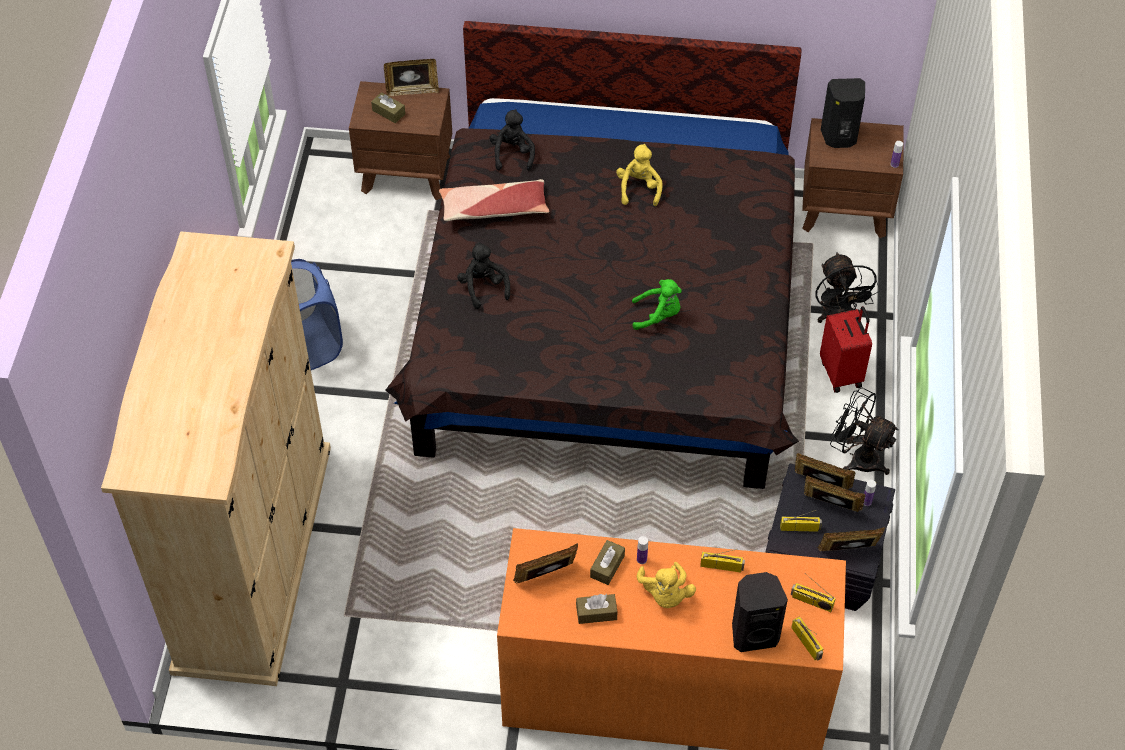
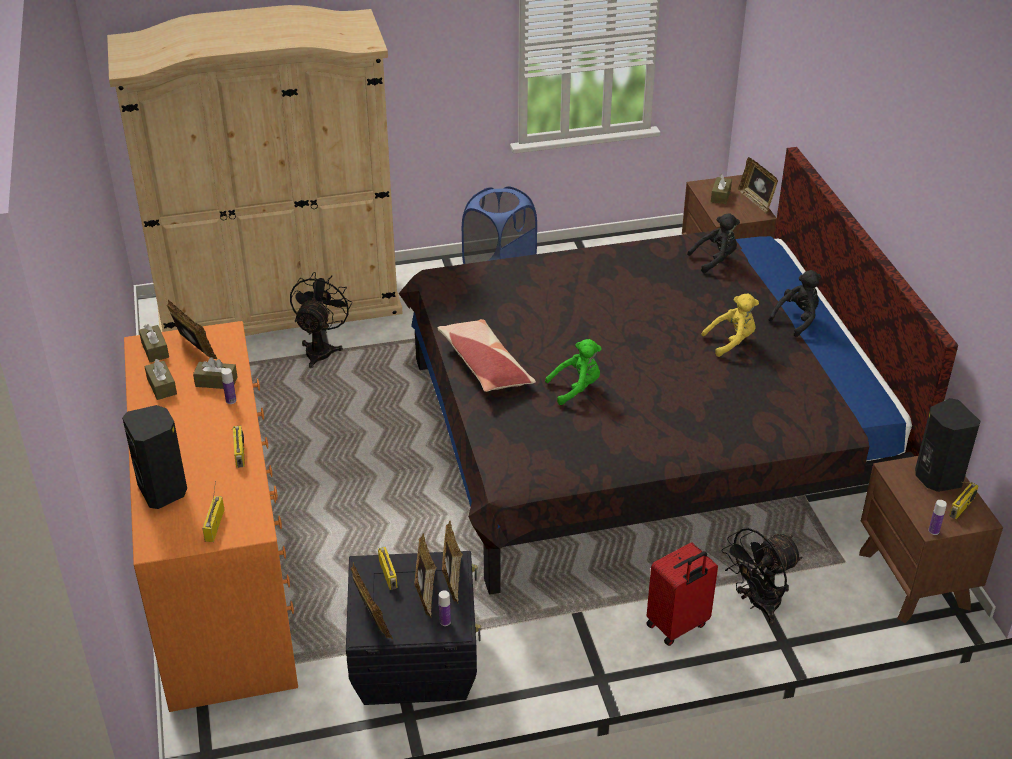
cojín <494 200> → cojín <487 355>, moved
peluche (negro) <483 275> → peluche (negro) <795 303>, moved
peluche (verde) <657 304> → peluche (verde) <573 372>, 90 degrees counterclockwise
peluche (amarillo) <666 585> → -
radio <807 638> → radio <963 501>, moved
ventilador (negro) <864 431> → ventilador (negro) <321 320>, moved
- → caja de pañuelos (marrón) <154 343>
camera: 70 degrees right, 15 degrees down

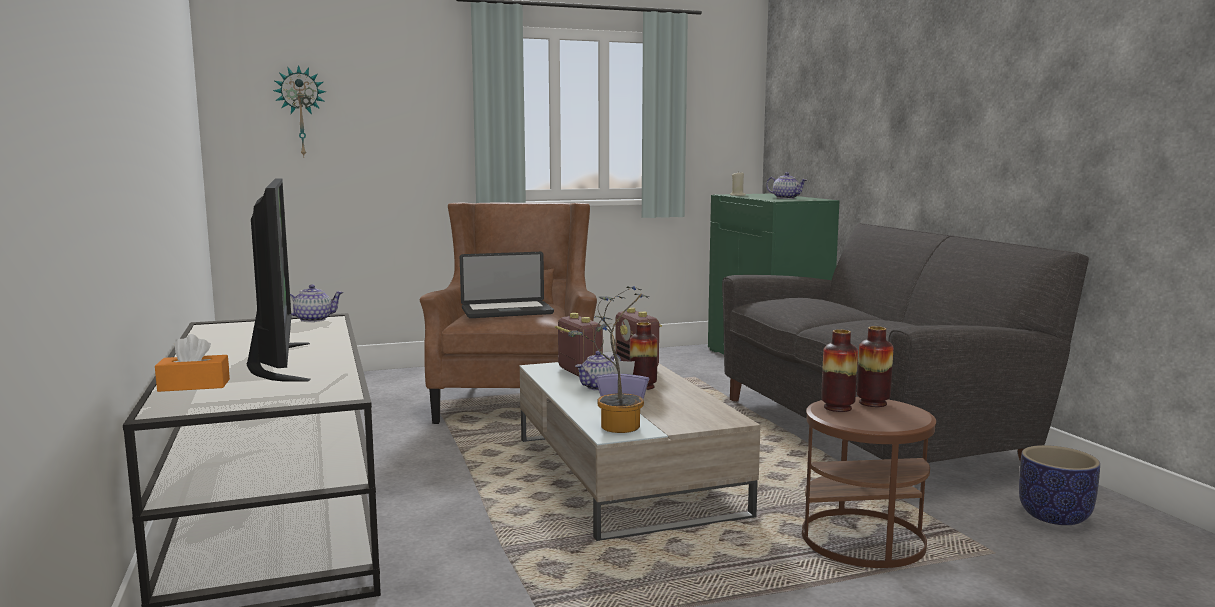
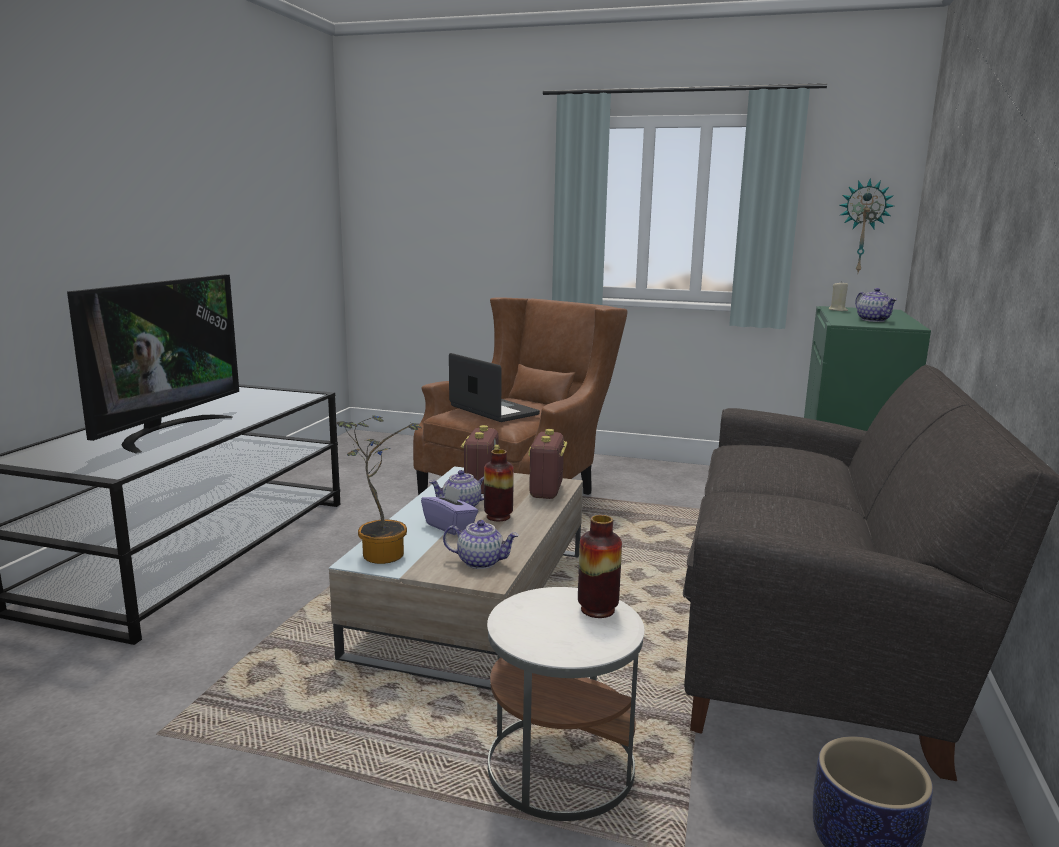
caja de pañuelos (naranja) <192 363> → -
reloj de pared <299 111> → reloj de pared <866 225>, moved
tetera <317 303> → tetera <481 544>, moved
portátil <507 285> → portátil <494 387>, 150 degrees counterclockwise
mesa auxiliar (marrón) <869 482> → mesa auxiliar (blanco) <565 704>
florero <839 371> → -
camera: 35 degrees right, 5 degrees up

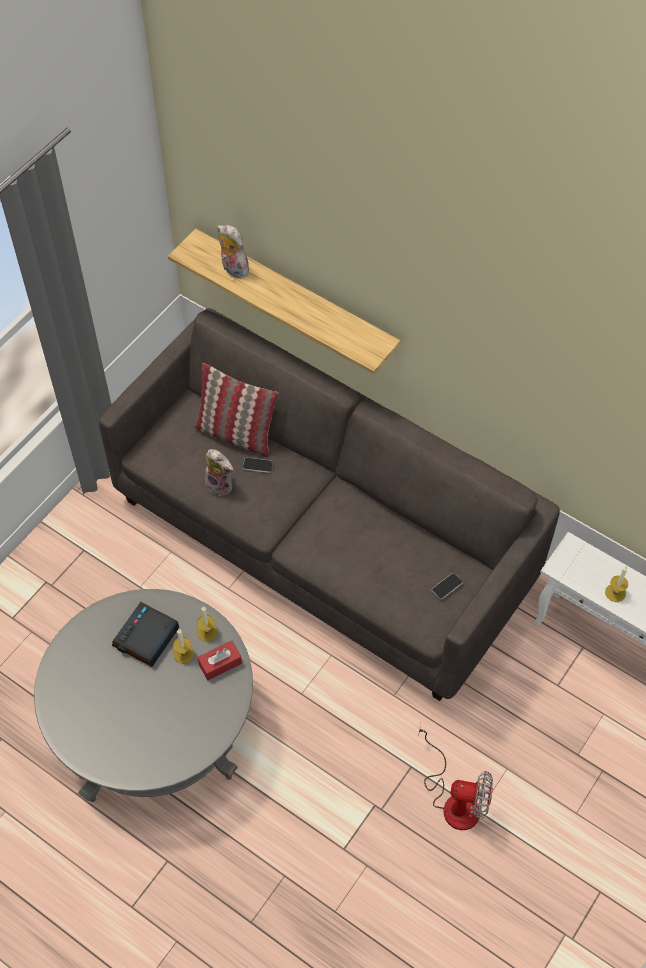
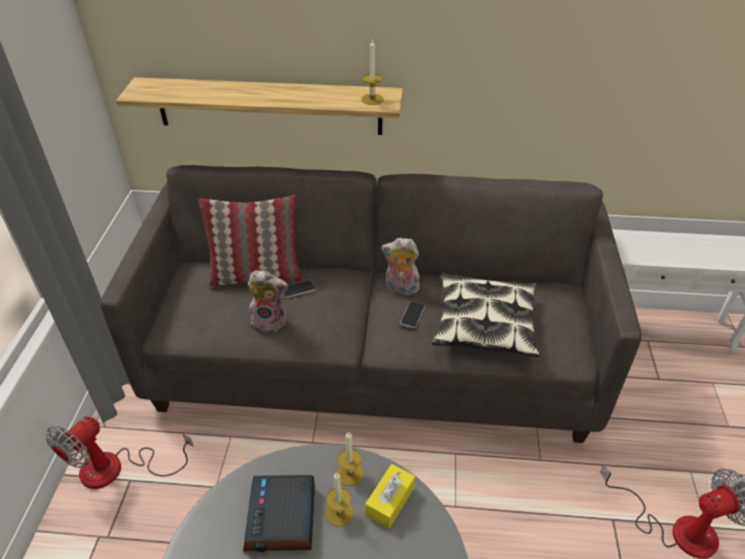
caja de pañuelos (rojo) <219 660> → caja de pañuelos (amarillo) <390 496>
peluche <233 252> → peluche <400 266>, moved
móvil <447 586> → móvil <412 314>, moved
vela <616 584> → vela <372 72>, moved
- → ventilador <119 452>
- → cojín <485 315>
camera: 30 degrees left, 15 degrees down

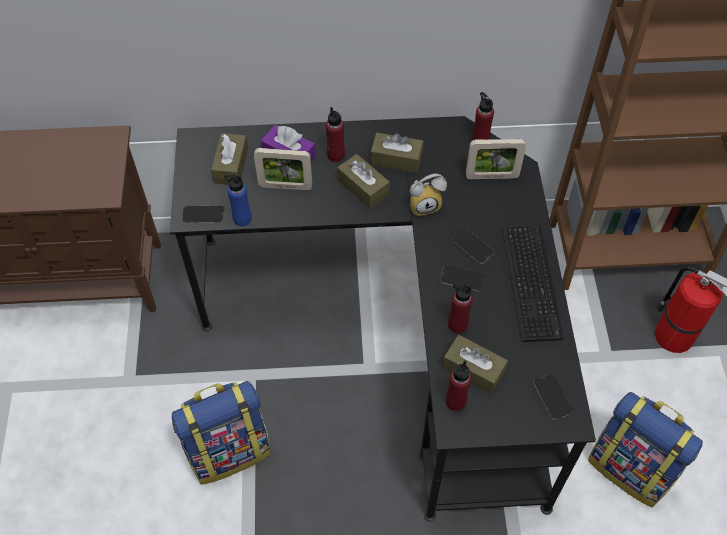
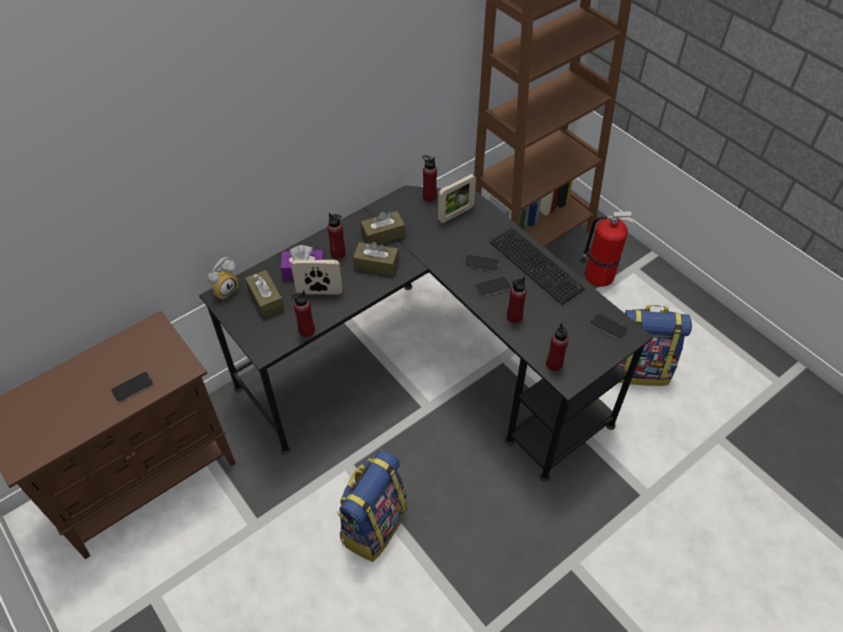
móvil <203 214> → móvil <132 387>, moved
botella (azul) <238 200> → botella (rojo) <303 313>
portarretratos <283 169> → portarretratos <317 277>, 150 degrees counterclockwise
despertador <428 195> → despertador <223 278>, moved
caja de pañuelos (marrón) <475 364> → -
camera: 35 degrees left, 5 degrees down

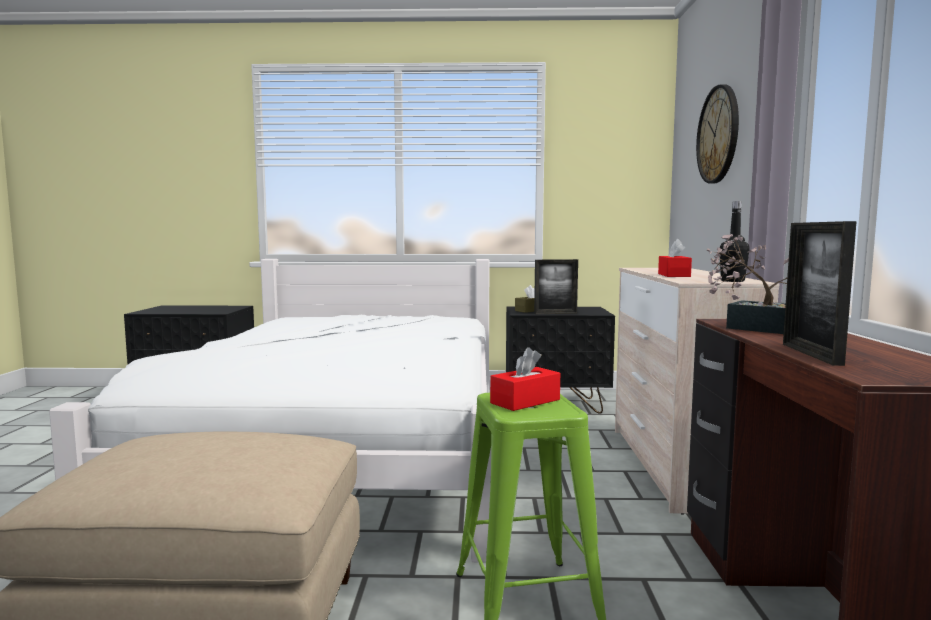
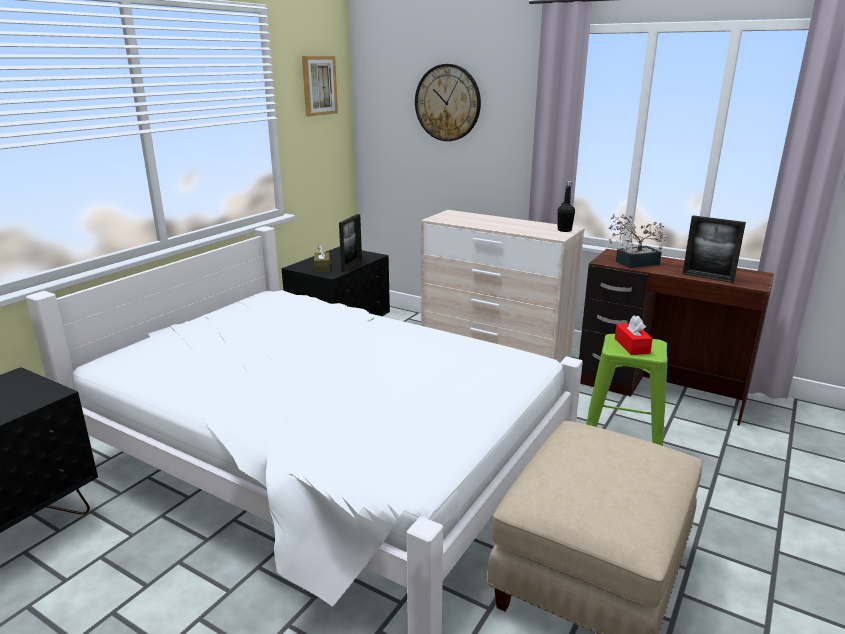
caja de pañuelos (rojo) <675 258> → -
- → cuadro <320 86>
camera: 60 degrees left, 15 degrees up

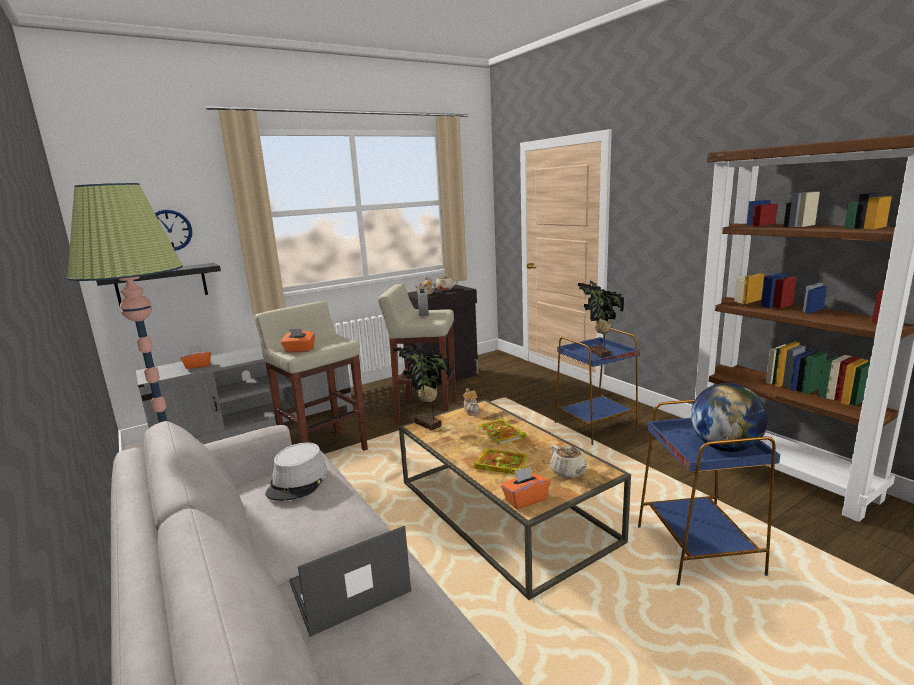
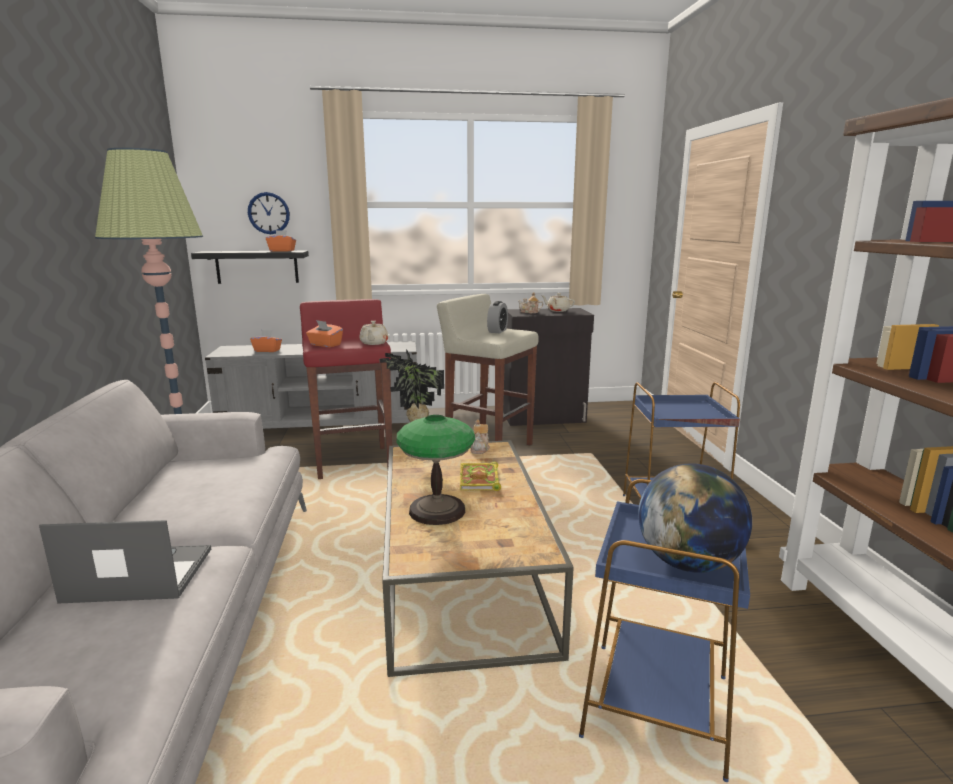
taburete (beis) <311 376> → taburete (rojo) <346 389>
sombrero (gris) <296 471> → -
libro <501 461> → lámpara de mesa <435 470>
caja de pañuelos (naranja) <525 487> → caja de pañuelos (naranja) <281 241>, moved
tetera (beis) <569 461> → tetera (beis) <374 333>, moved
planta en maceta <601 319> → -
camera: 25 degrees right, 0 degrees up

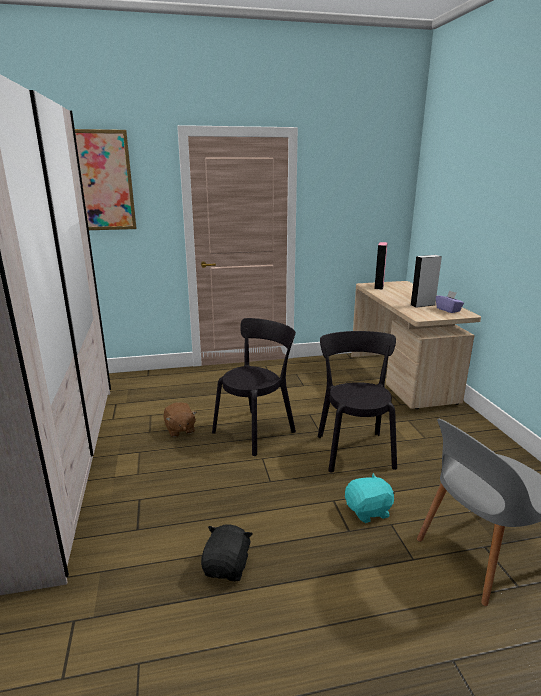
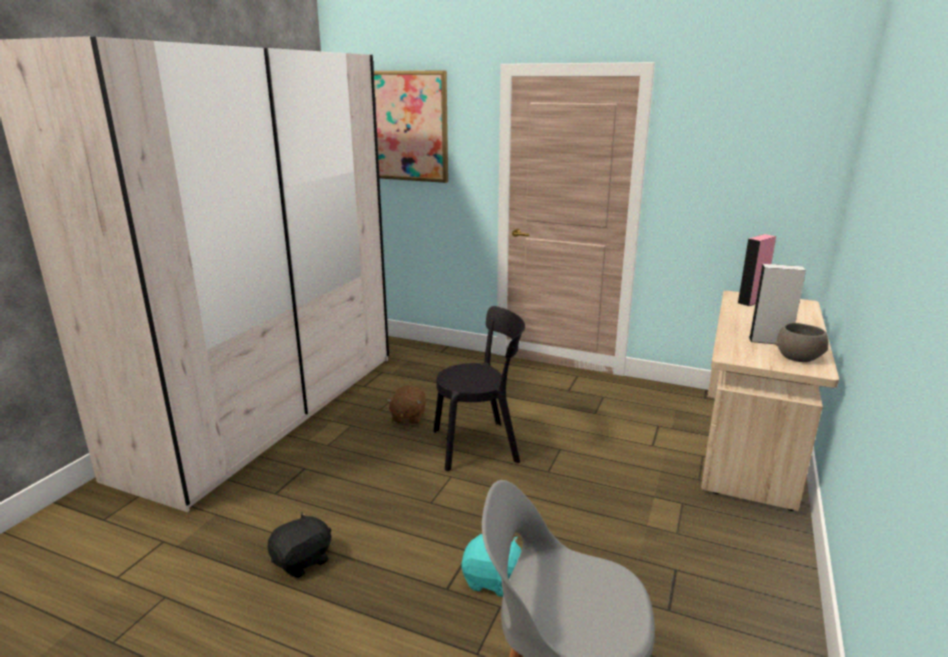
silla (negro) <357 402> → -
caja de pañuelos (morado) <450 301> → cuenco (gris) <802 342>
camera: 35 degrees right, 0 degrees up

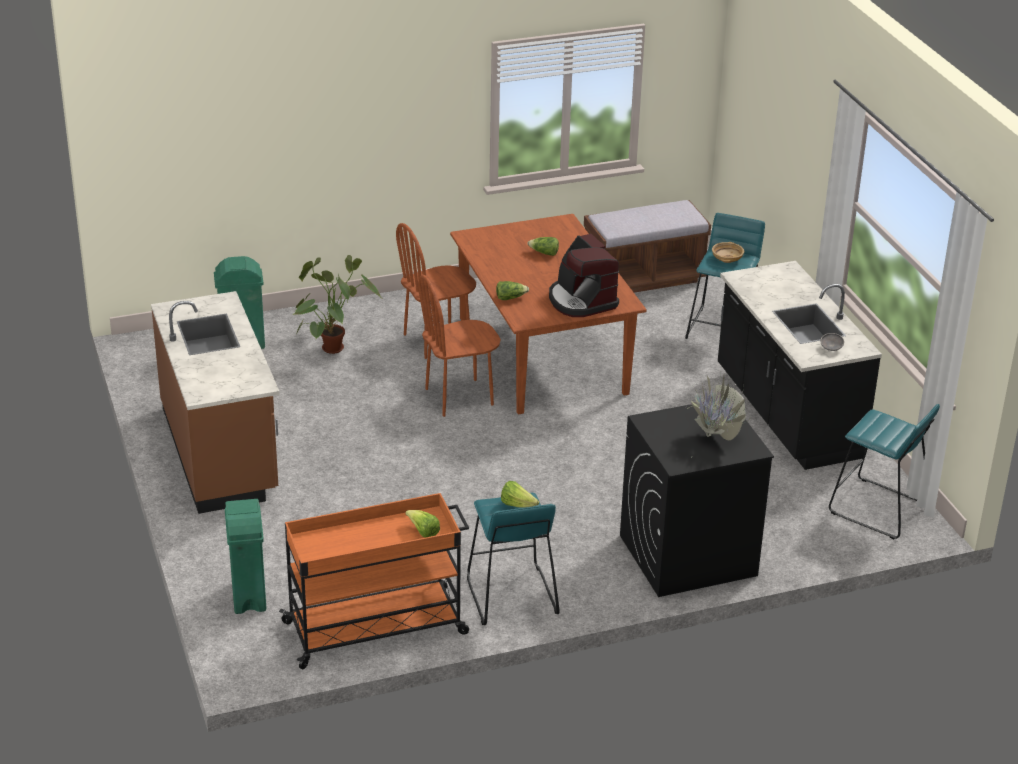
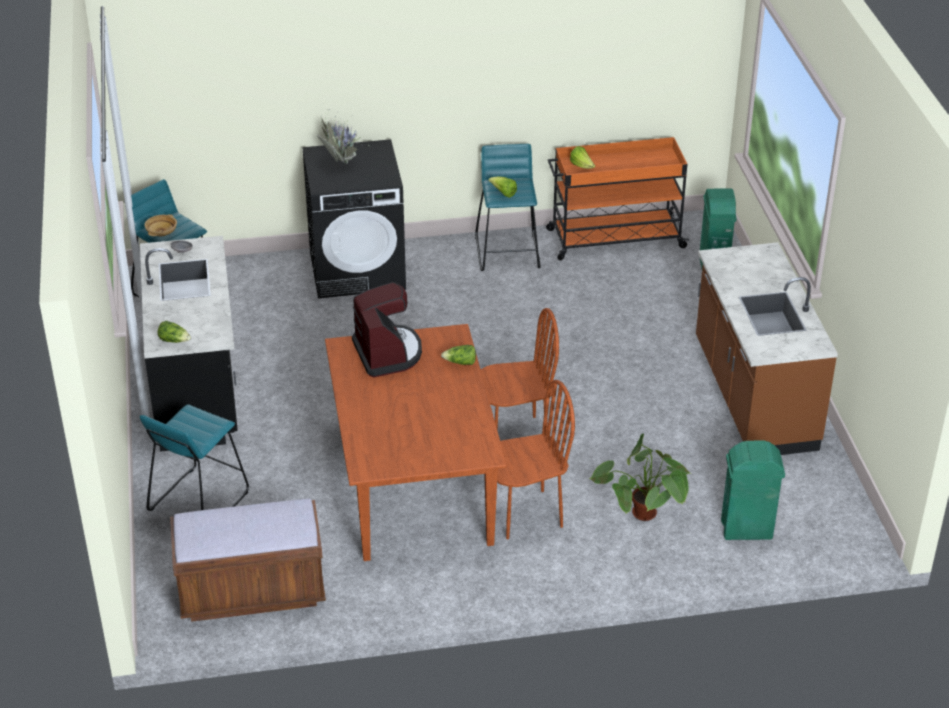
lechuga <543 246> → lechuga <174 332>, moved
cuenco (beis) <728 252> → cuenco (beis) <160 225>, moved
camera: 170 degrees left, 5 degrees up

